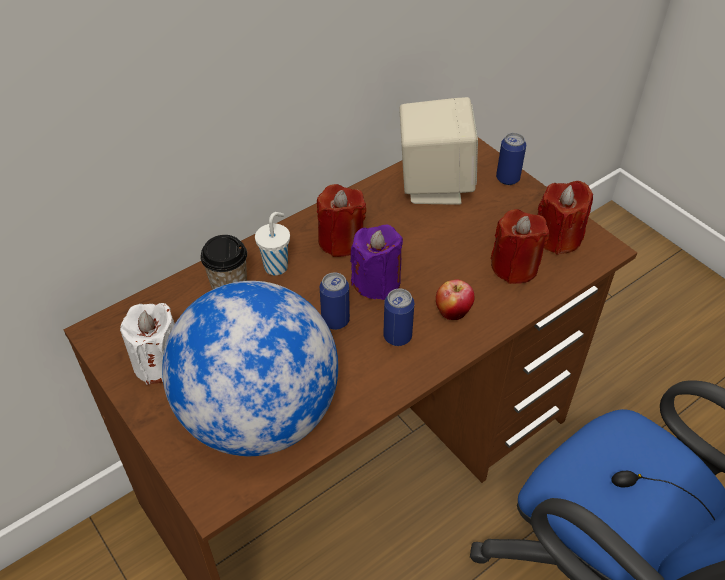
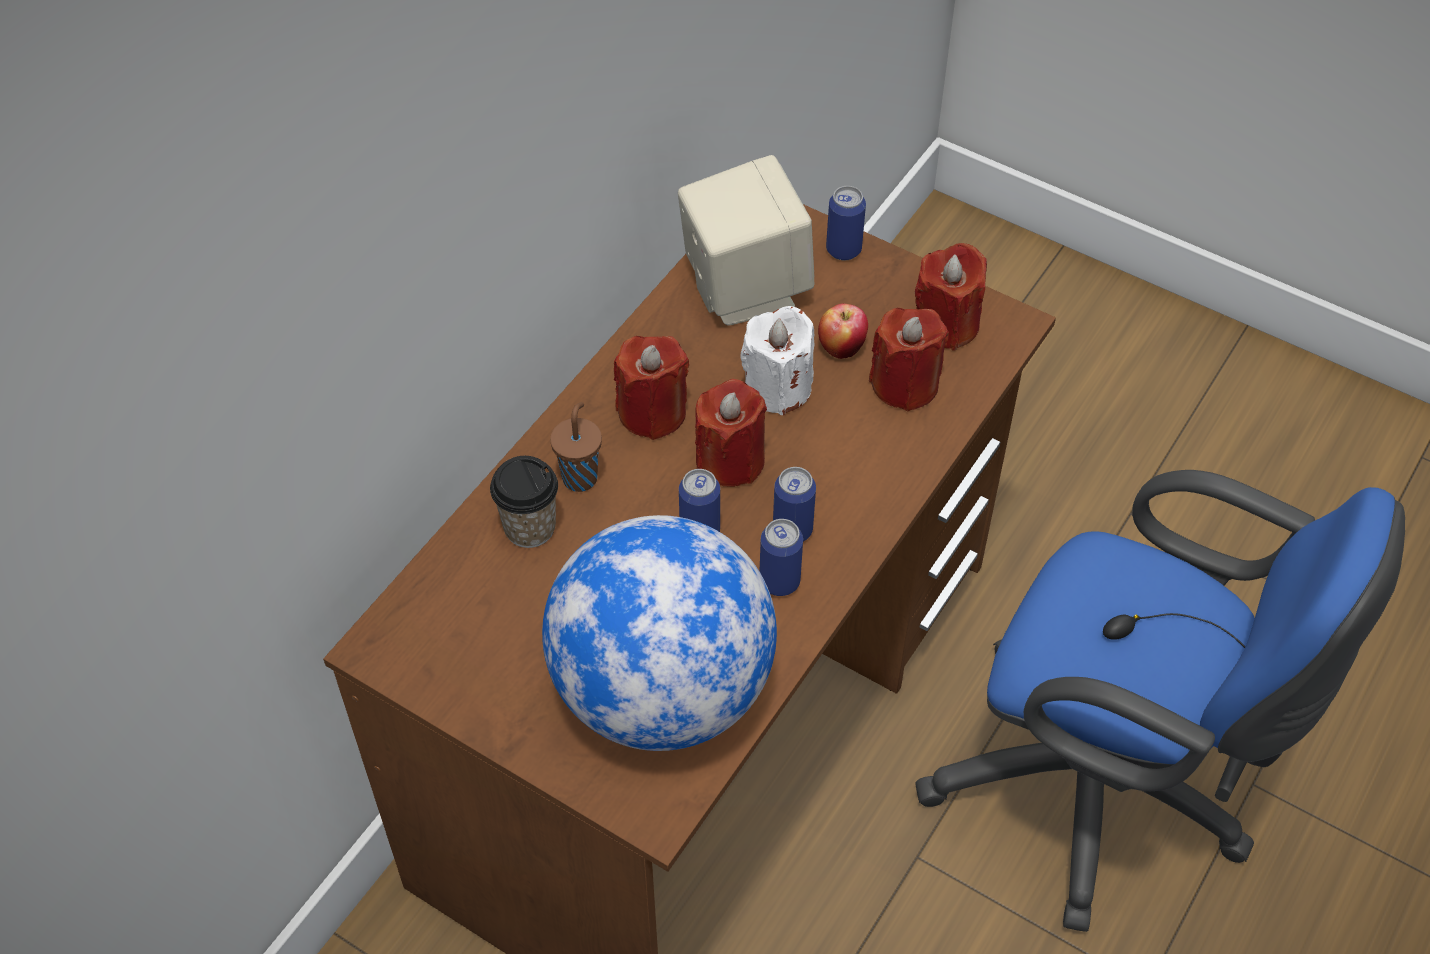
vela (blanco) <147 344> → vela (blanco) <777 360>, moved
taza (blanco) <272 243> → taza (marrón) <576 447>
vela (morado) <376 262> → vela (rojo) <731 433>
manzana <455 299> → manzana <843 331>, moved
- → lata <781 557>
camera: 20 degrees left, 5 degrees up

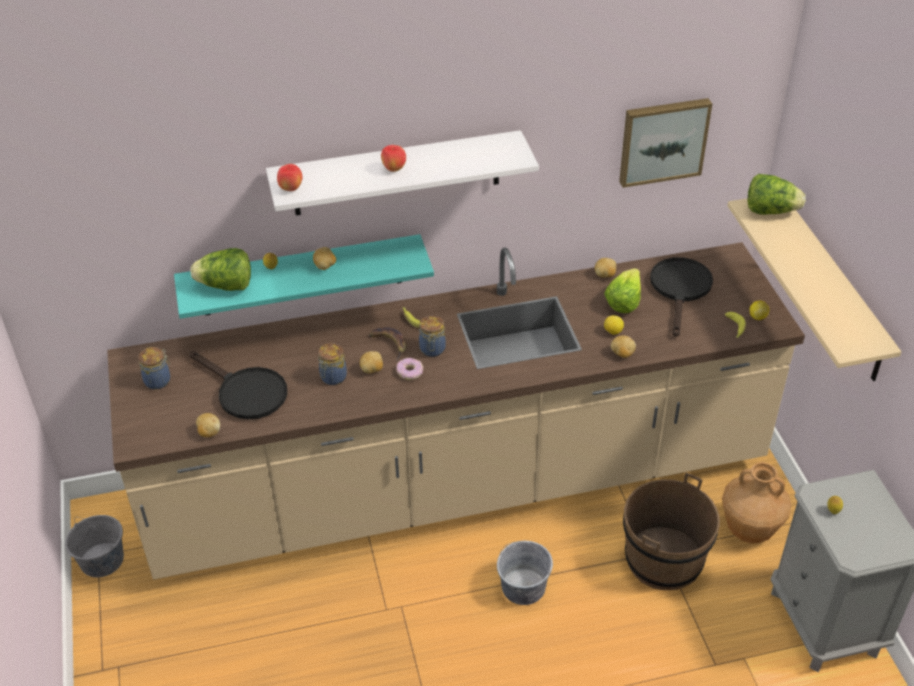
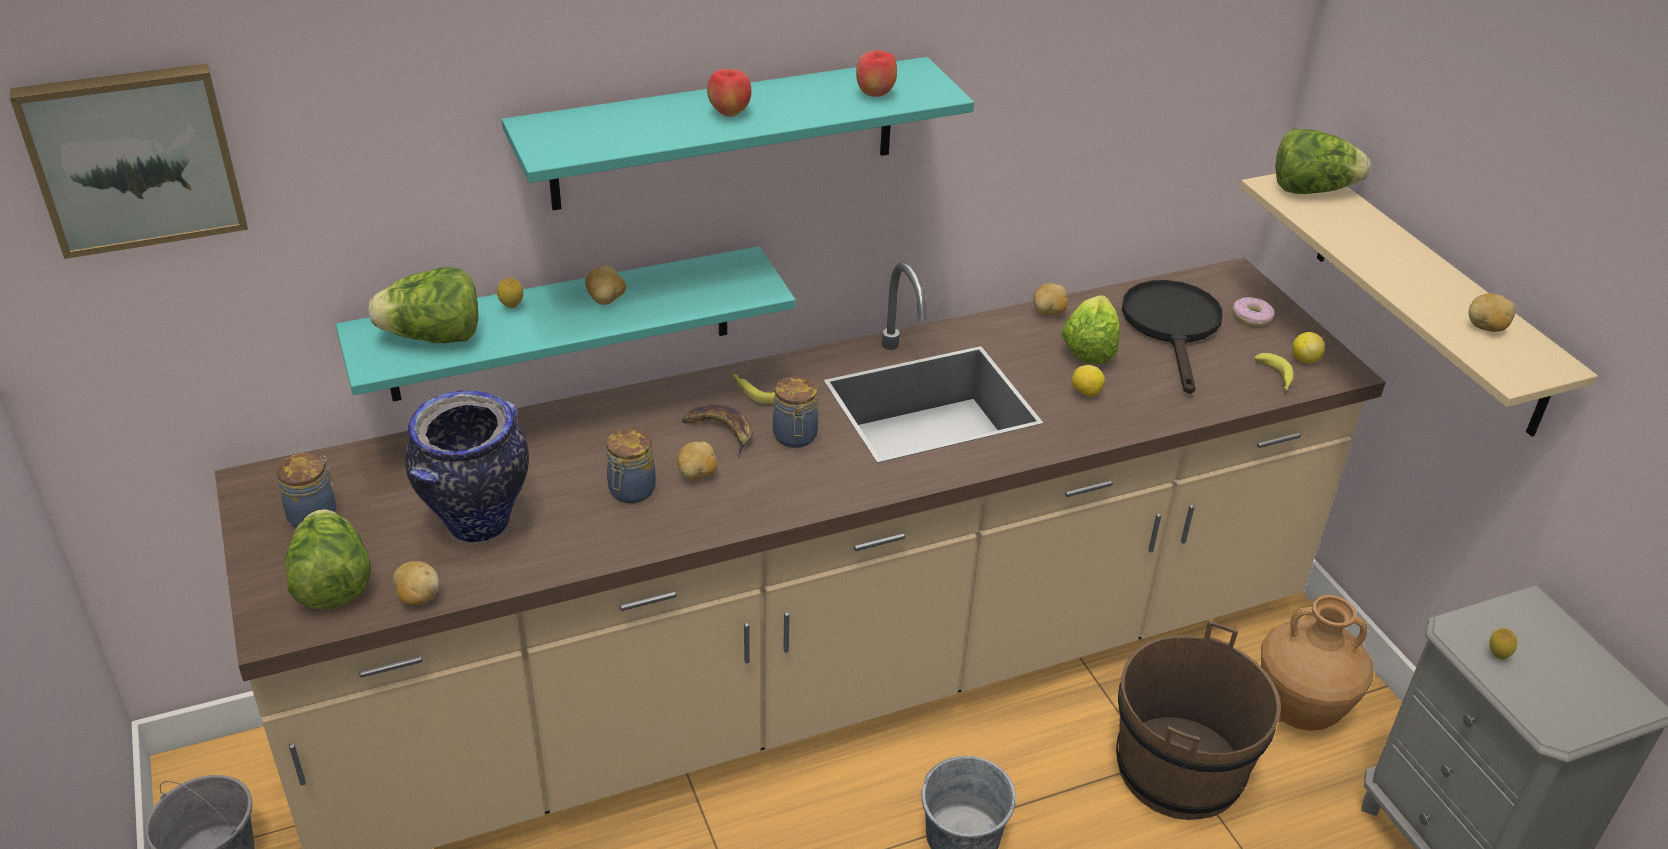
sartén (negro) <238 385> → florero <467 466>
estante (blanco) <402 172> → estante (turquesa) <738 133>
manzana <289 177> → manzana <876 73>, moved
rosquilla <409 369> → rosquilla <1253 311>, moved
patata <623 346> → patata <1492 312>, moved
cuadro <665 143> → cuadro <129 161>, moved
- → lechuga <328 559>
camera: 10 degrees left, 5 degrees down

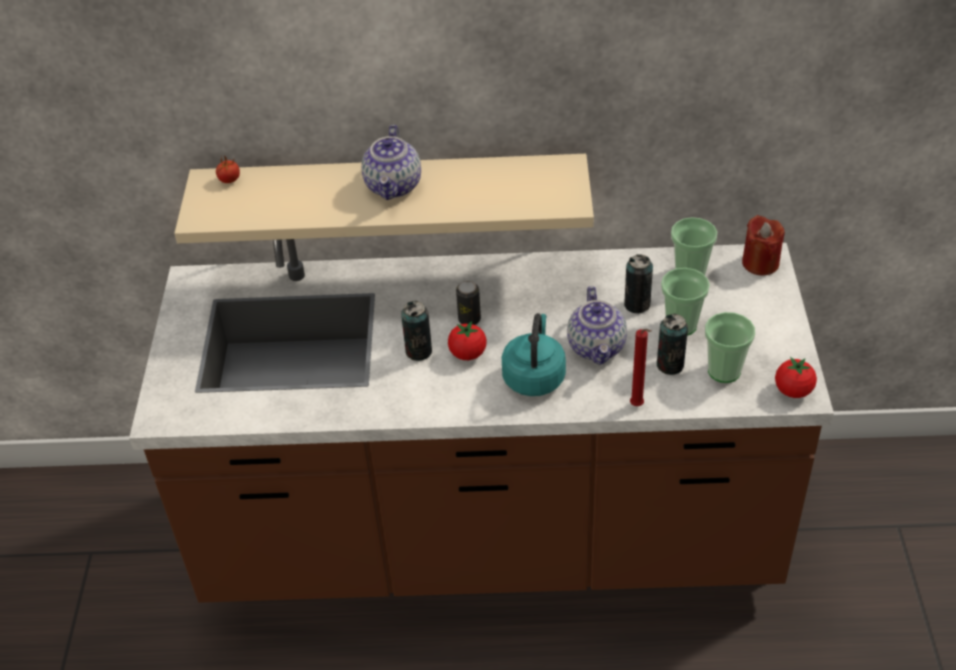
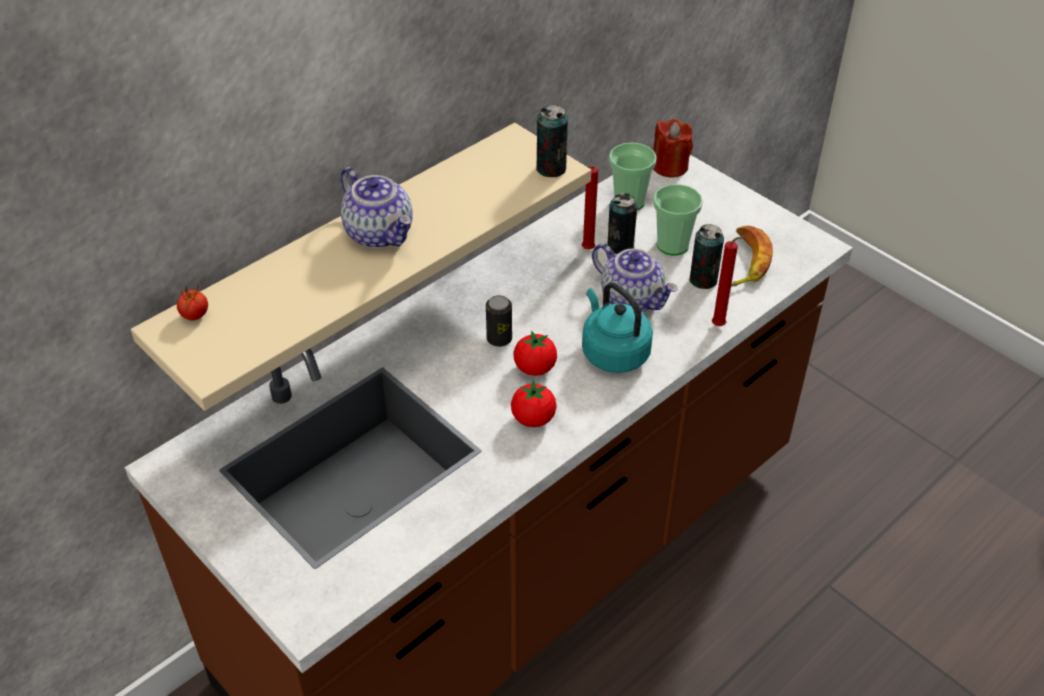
lata <416 331> → lata <552 141>, moved
taza <730 347> → plátano <752 256>
tomate <796 377> → tomate <534 403>, moved
- → vela (rojo) <590 208>
camera: 45 degrees left, 0 degrees up

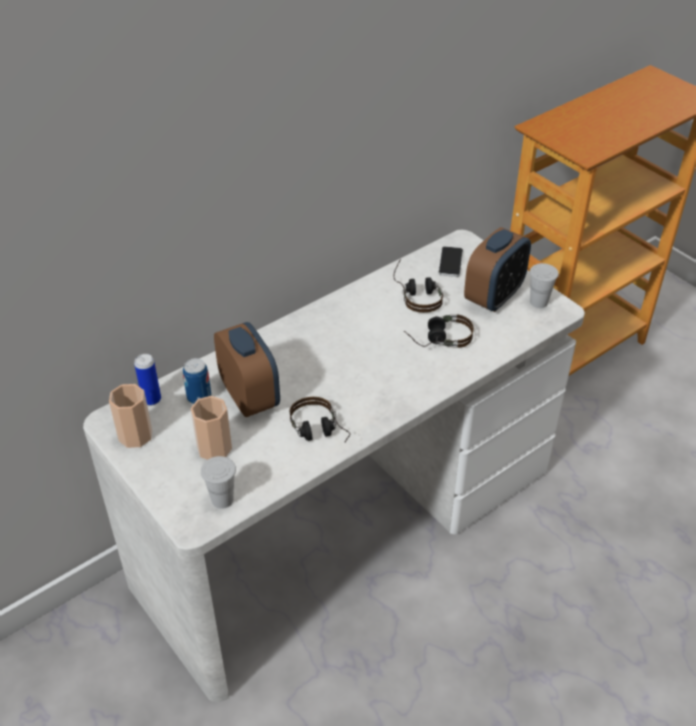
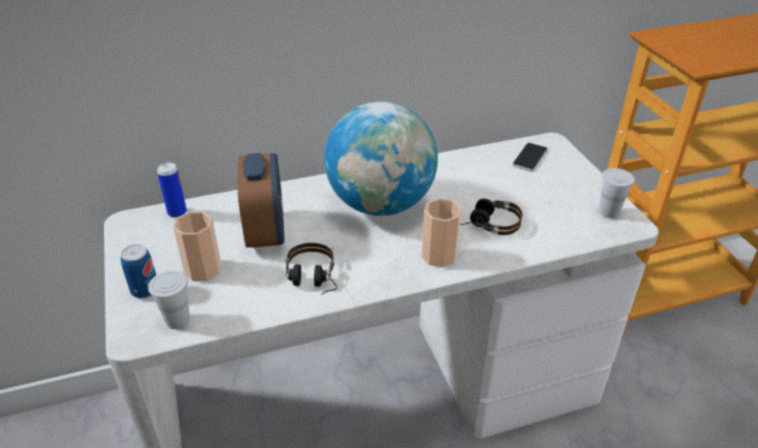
taza <130 416> → taza <442 233>, moved
lata <197 381> → lata <138 271>, moved
auriculares <418 286> → -
despertador <497 269> → -
- → globo terráqueo <381 158>
camera: 20 degrees right, 5 degrees down

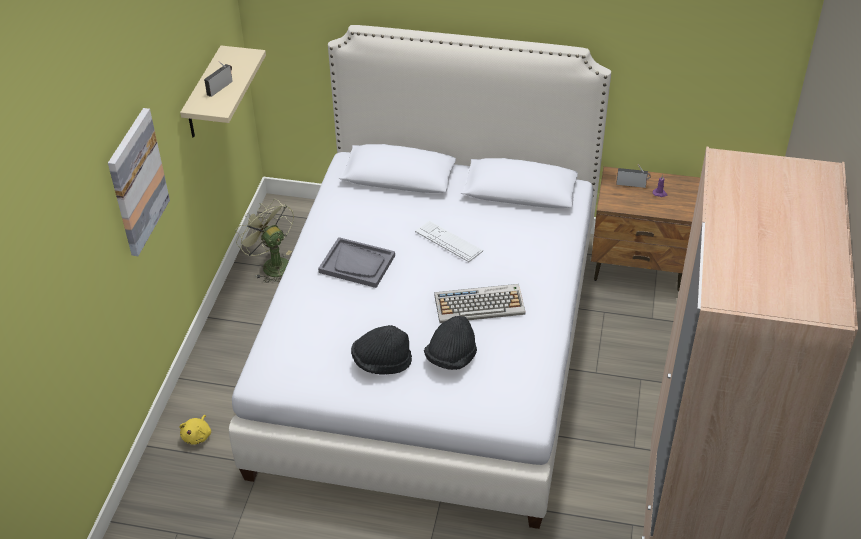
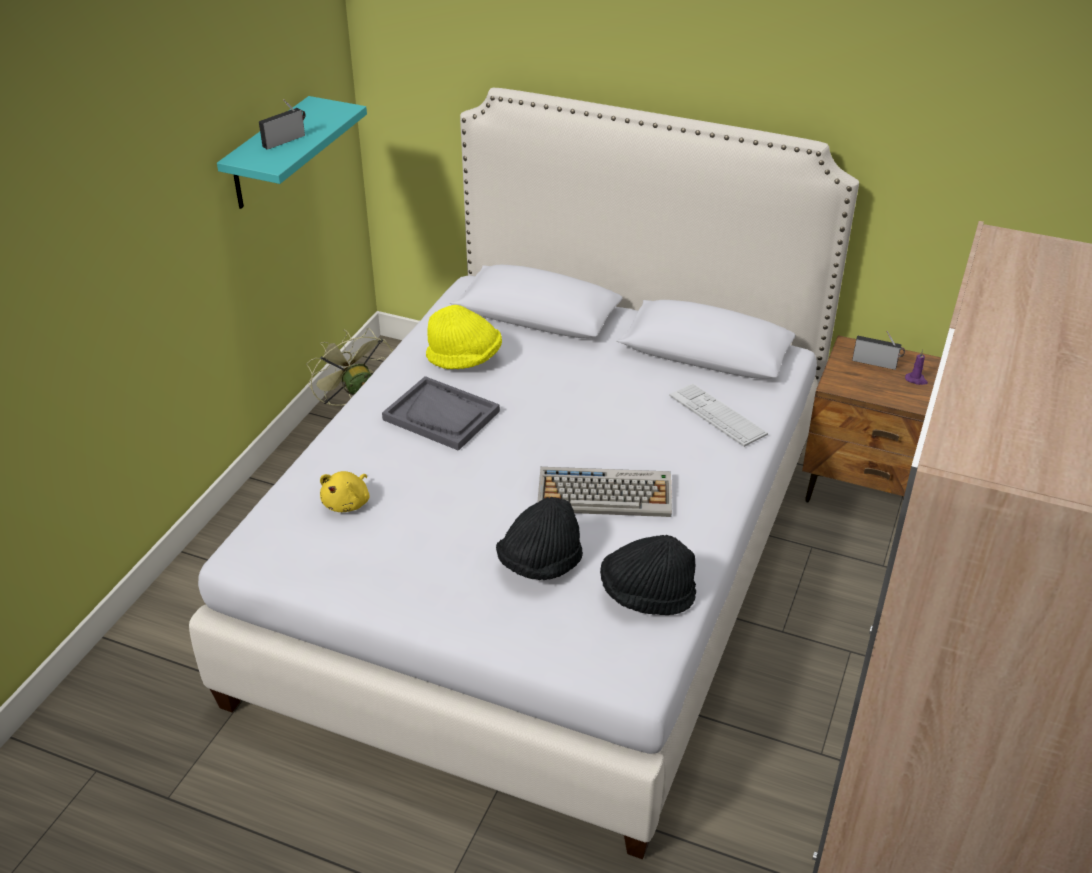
cuadro <139 182> → -
peluche (amarillo) <195 430> → peluche (amarillo) <345 491>, moved
estante (beis) <223 92> → estante (turquesa) <292 152>
sombrero (negro) <381 350> → sombrero (negro) <648 575>, moved
teclado <449 241> → teclado <718 415>, moved
- → sombrero (amarillo) <464 337>
camera: 10 degrees right, 5 degrees down

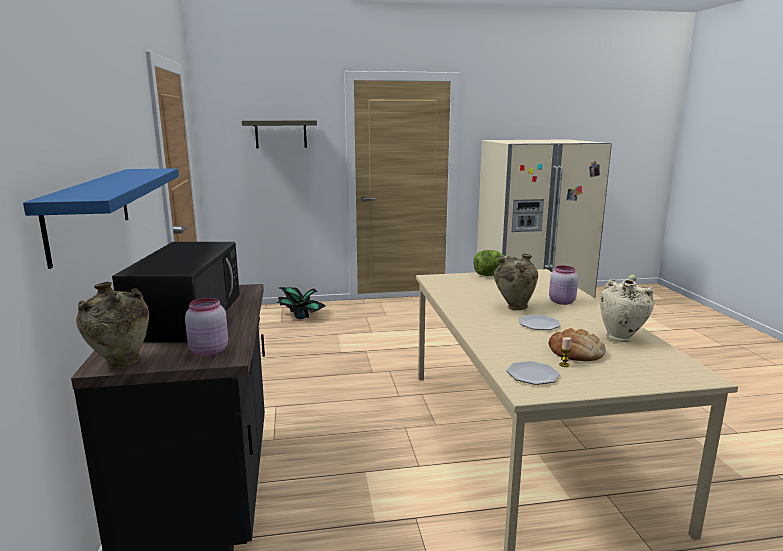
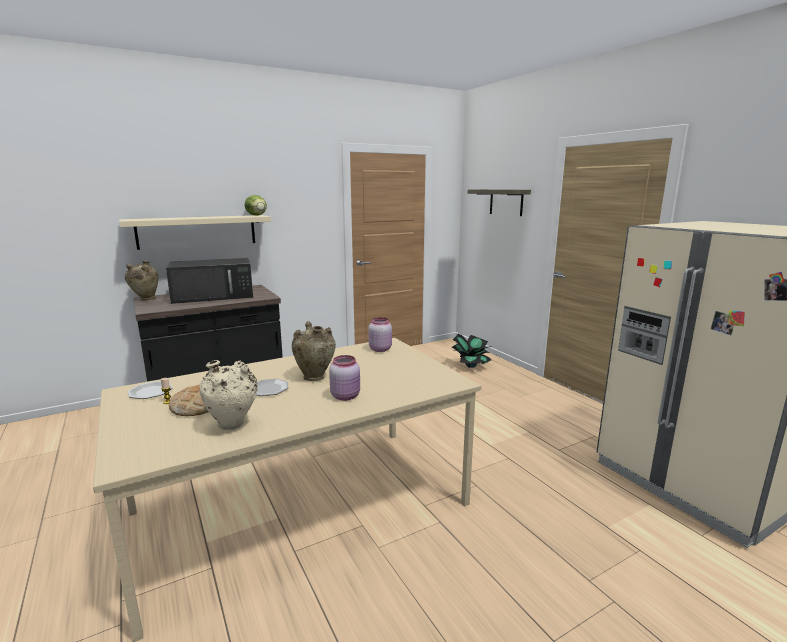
estante (azul) <101 218> → estante (beis) <195 232>
tarro (rosa) <206 327> → tarro (rosa) <380 334>, moved
lechuga <490 263> → lechuga <256 205>, moved
camera: 70 degrees right, 0 degrees up

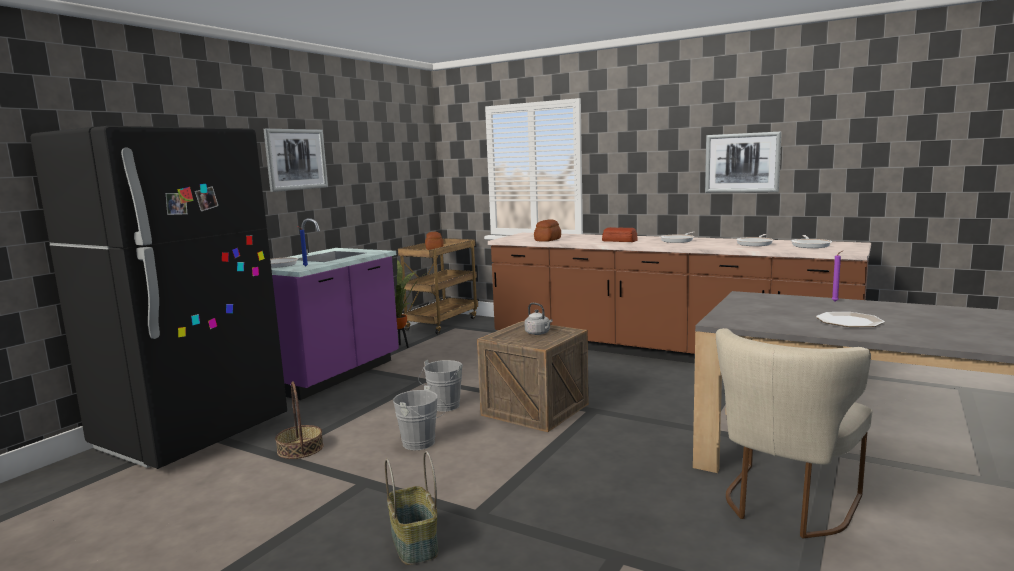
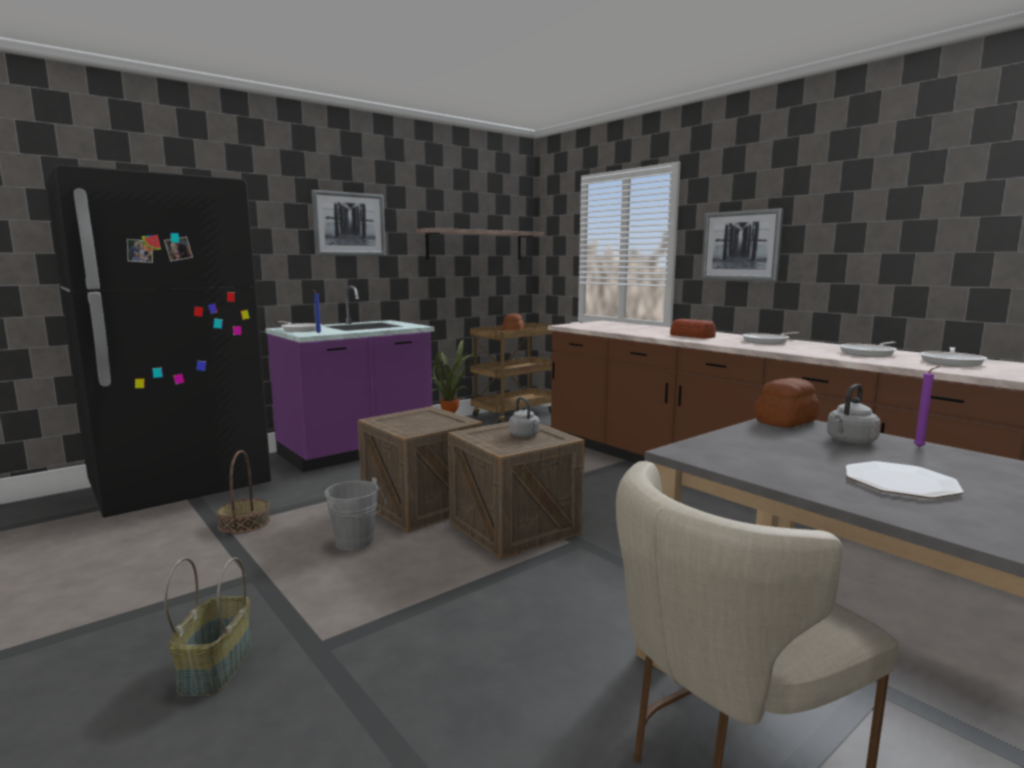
cubo (gris) <440 386> → caja de embalaje <420 469>
pan <547 230> → pan <787 403>, moved
cuadro <743 162> → cuadro <742 245>, moved
- → estante <480 244>
- → hervidor (gris) <854 414>
camera: 20 degrees right, 0 degrees up

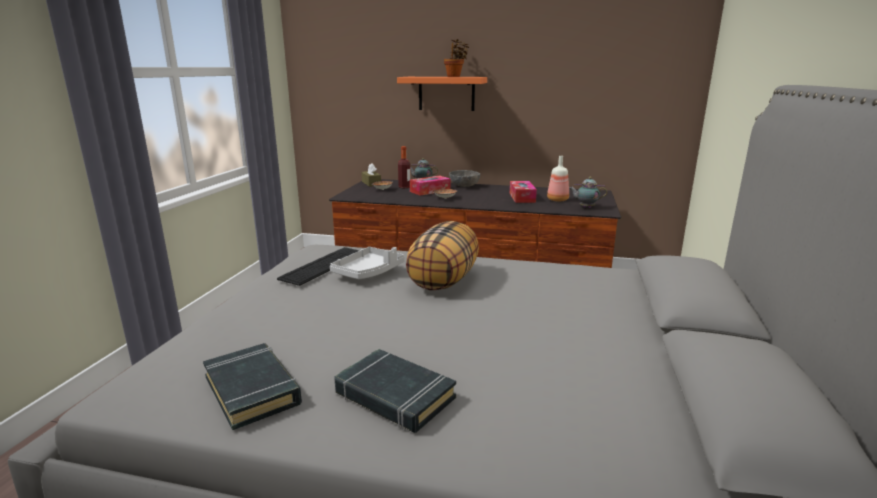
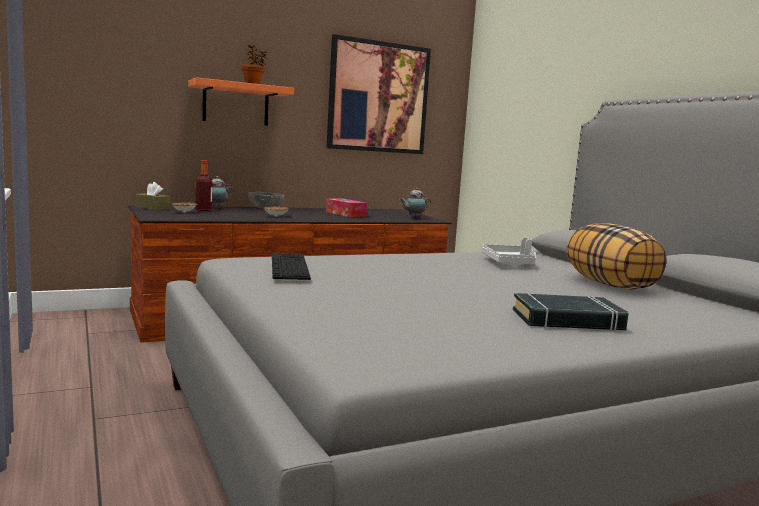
libro (negro) <252 386> → -
bandeja (gris) <367 263> → bandeja (gris) <508 251>, moved
cojín <442 255> → cojín <616 256>, moved
caja de pañuelos <430 186> → -
botella <558 178> → -
- → cuadro <379 94>
camera: 40 degrees left, 10 degrees down

